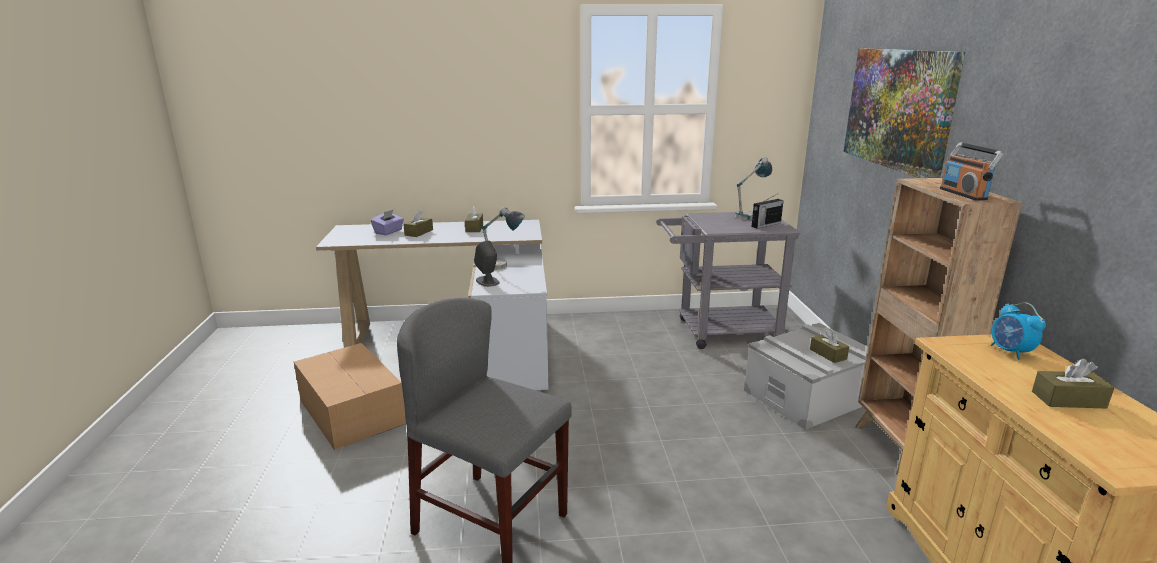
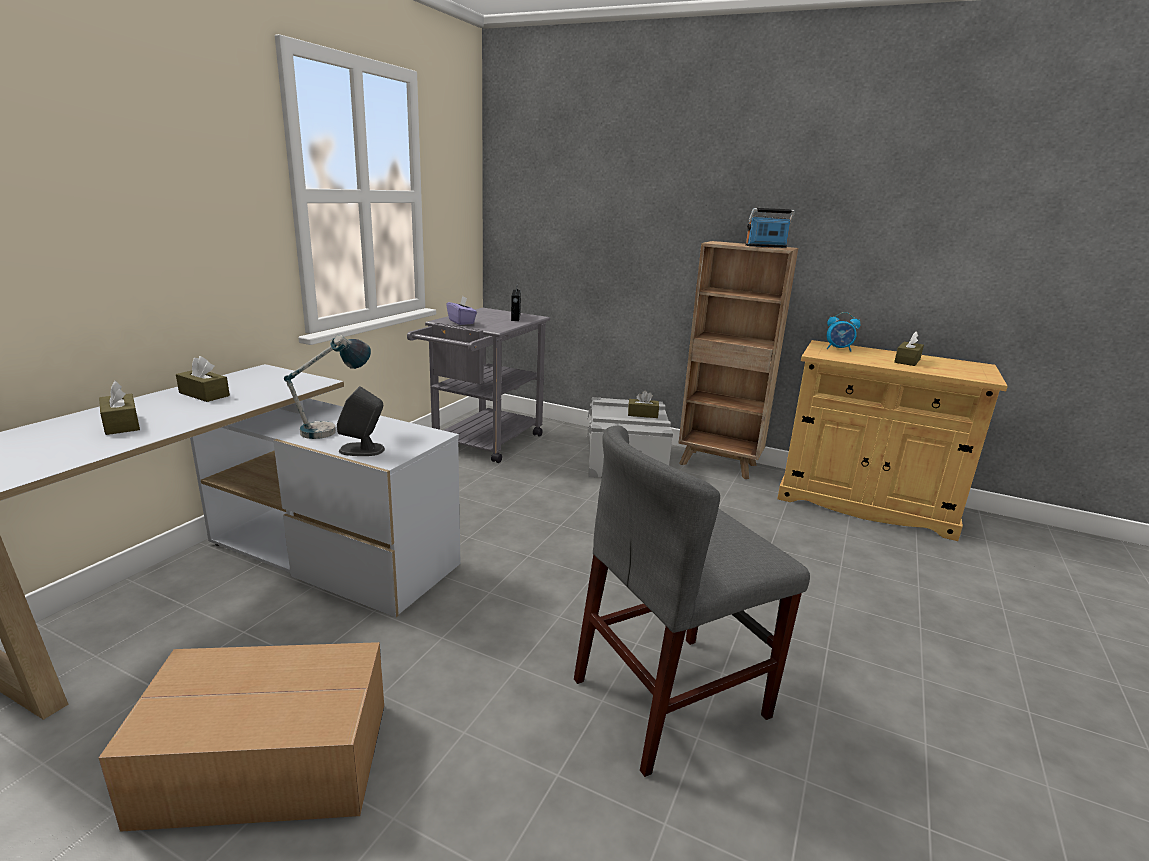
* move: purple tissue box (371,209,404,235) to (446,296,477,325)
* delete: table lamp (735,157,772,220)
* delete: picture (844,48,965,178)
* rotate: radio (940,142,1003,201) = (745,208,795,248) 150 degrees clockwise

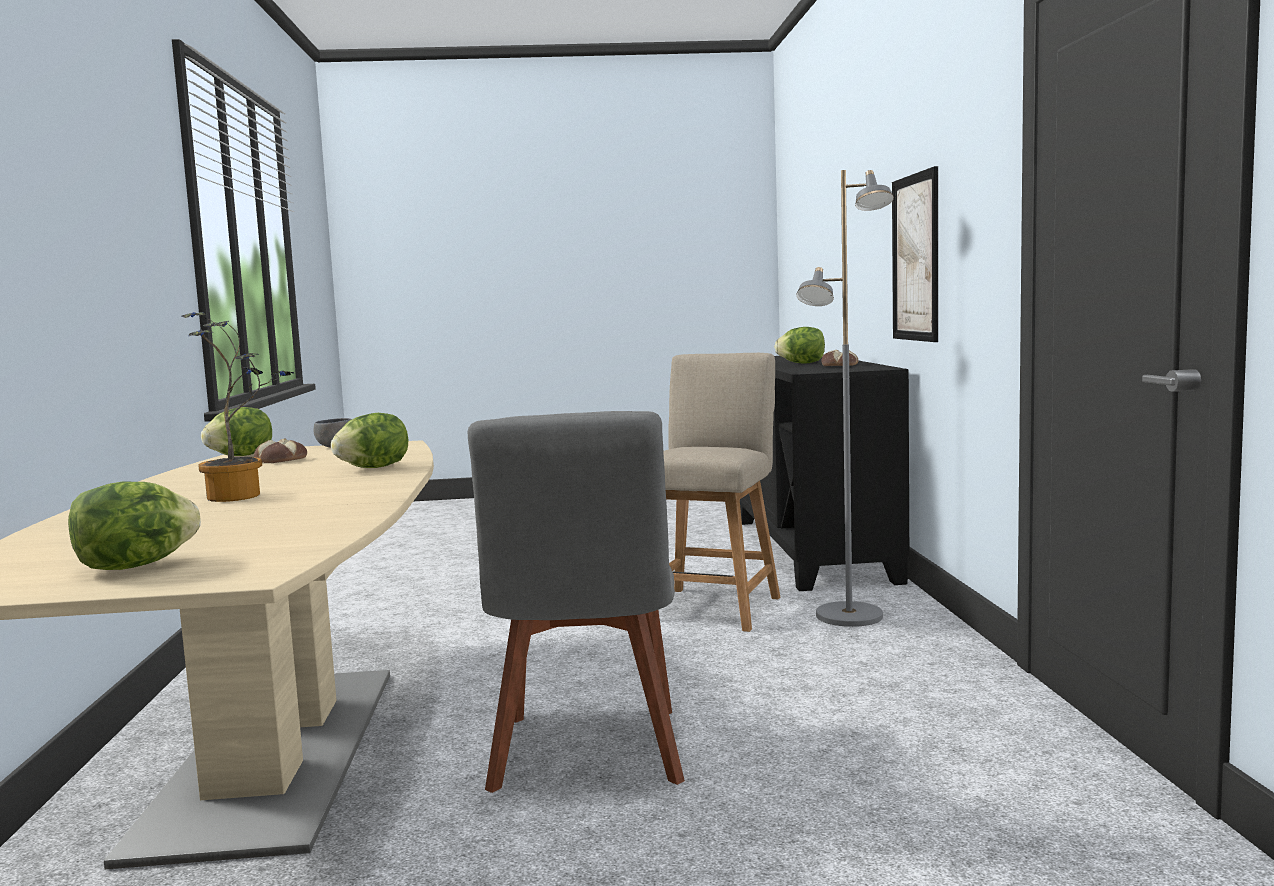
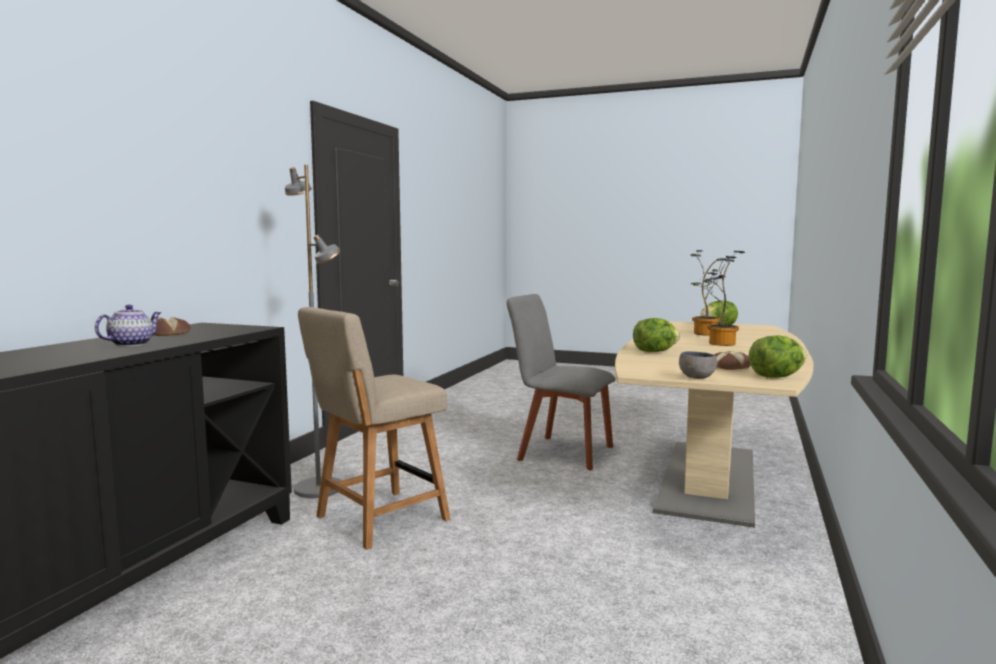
* rotate: grey chair (467,411,685,793) = (506,294,616,470) 90 degrees counterclockwise
* replace: lettuce (774,327,825,364) to teapot (95,305,161,347)
* delete: picture (892,166,938,342)
* insert: potted plant (690,250,727,336)

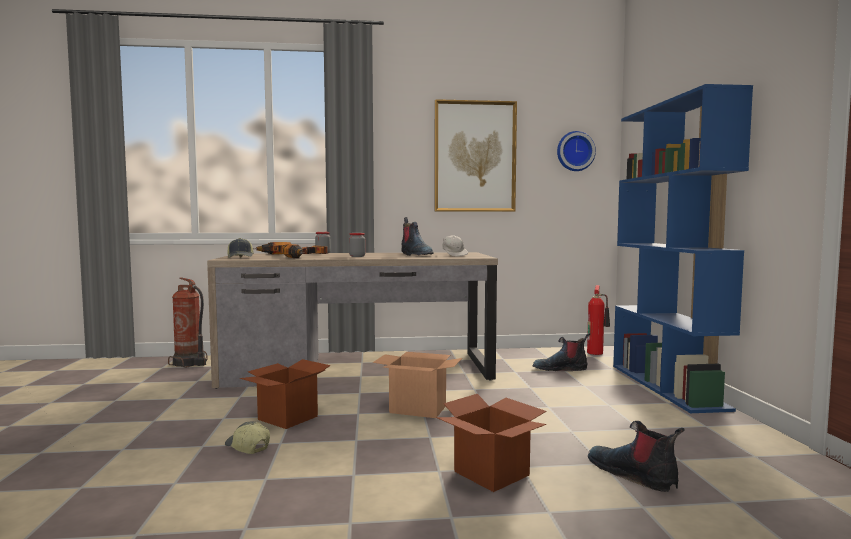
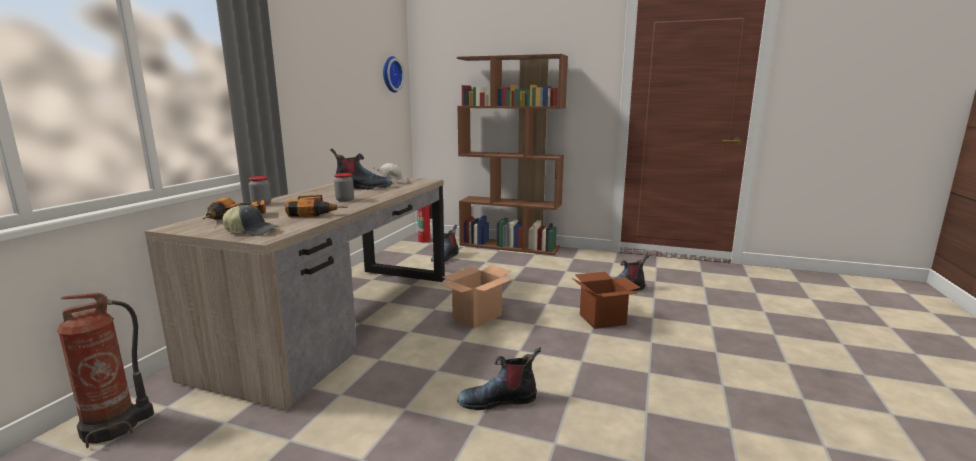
* replace: cap (225,422,270,454) to boot (457,348,541,410)
* delete: cardboard box (240,359,331,429)
* delete: picture (434,99,517,212)
* recolor: blue bookcase (613,84,753,413) to brown bookcase (457,54,568,255)

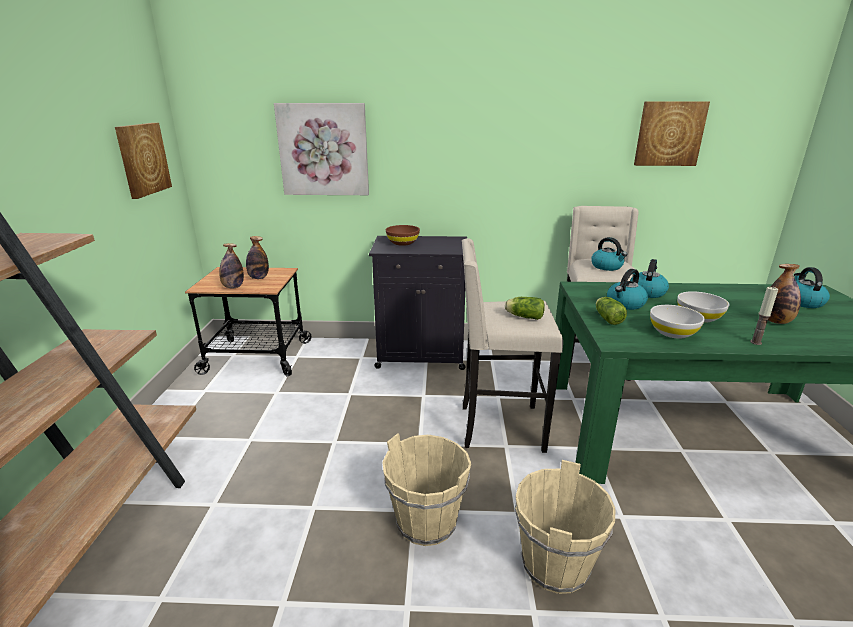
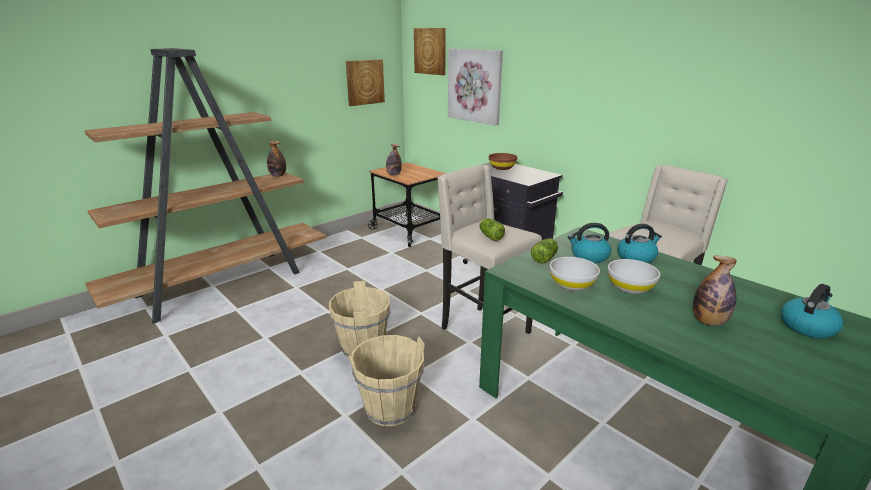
* move: bottle (246,236,269,279) to (267,140,286,177)
* delete: kettle (591,237,627,271)
* move: picture (634,101,710,166) to (414,28,446,75)
* delete: candle (750,287,779,345)

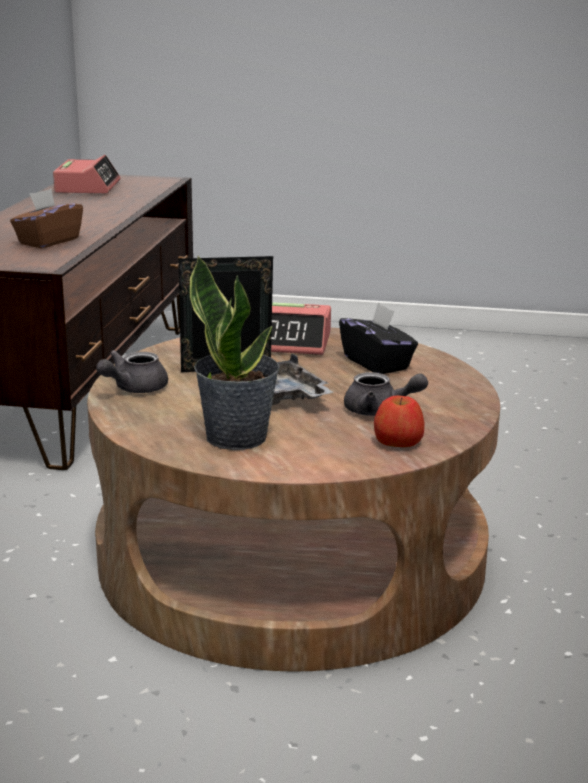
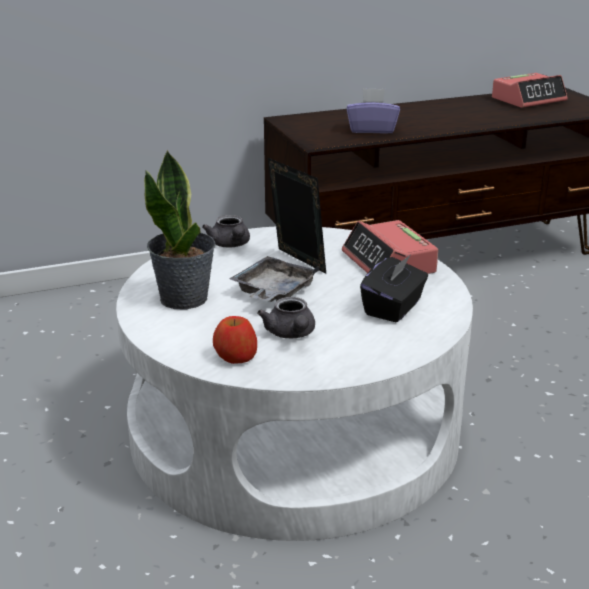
* recolor: brown tissue box (10,189,83,248) to purple tissue box (347,88,400,134)
* recolor: brown coffee table (87,328,500,672) to white coffee table (116,227,473,541)
* rotate: grey teapot (96,350,168,393) = (202,215,250,248) 120 degrees counterclockwise

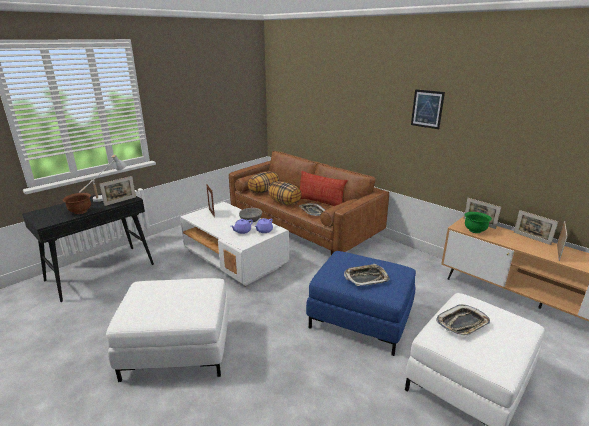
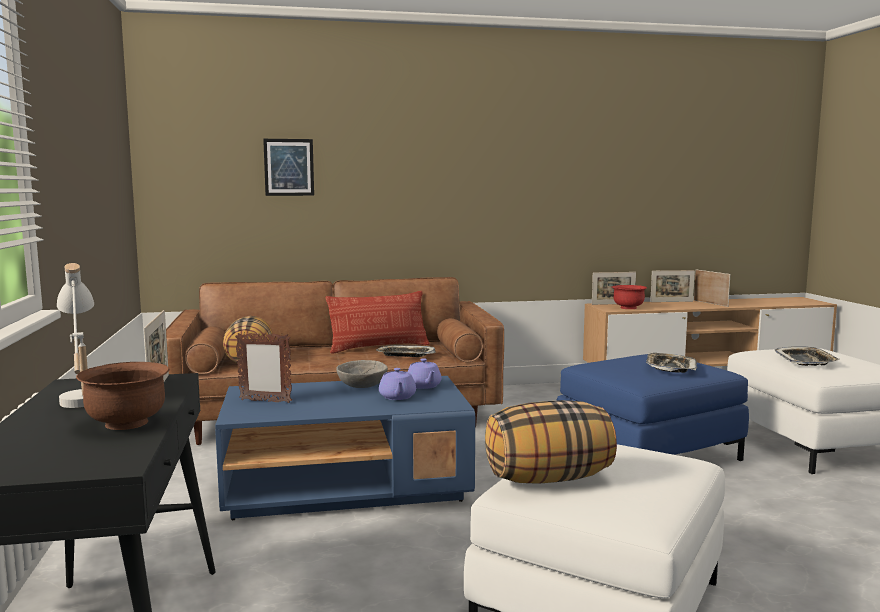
* recolor: white coffee table (180,202,289,287) to blue coffee table (215,376,475,520)
* move: pillow (268,181,302,205) to (485,400,617,484)
* move: picture (411,89,445,129) to (263,139,314,196)
* recolor: green bowl (465,212,492,233) to red bowl (612,285,647,309)

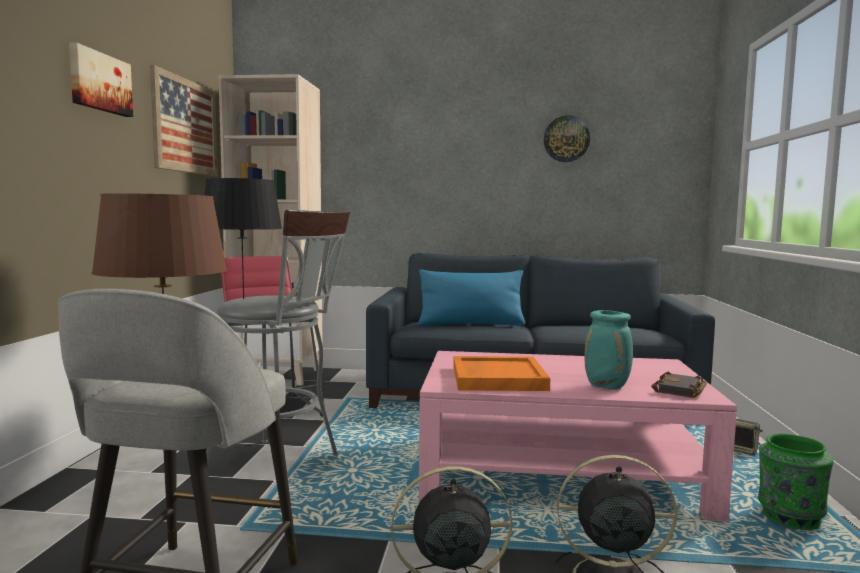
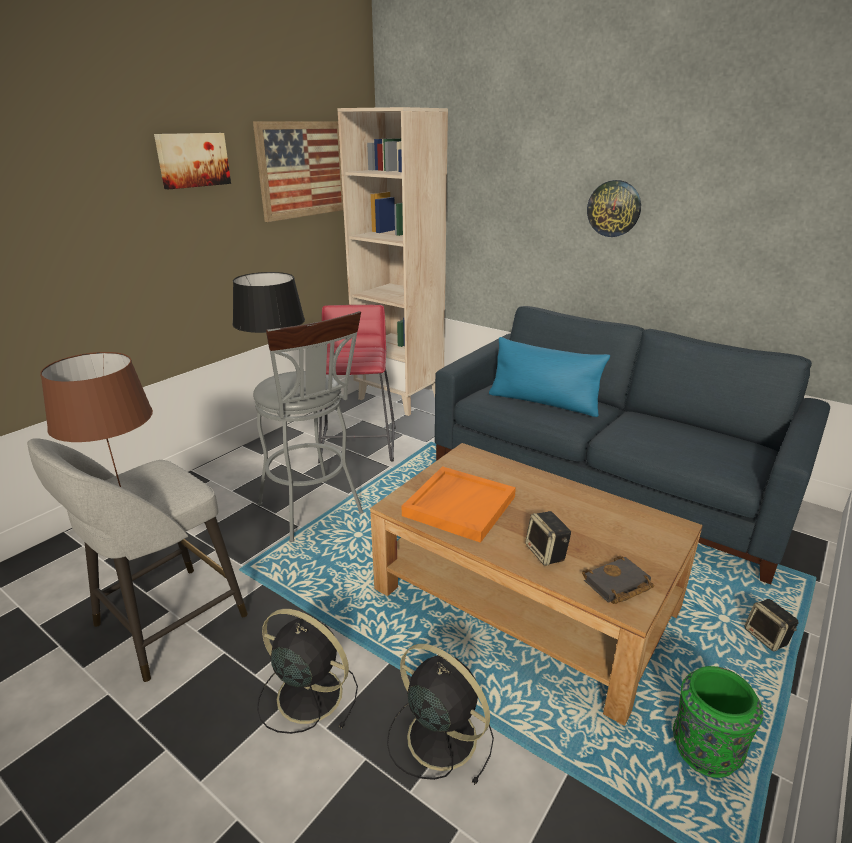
* recolor: pink coffee table (419,351,737,522) to brown coffee table (370,443,703,726)
* move: wall clock (544,116,590,162) to (587,180,641,237)
* replace: turquoise vase (585,310,633,390) to speaker (525,511,571,566)

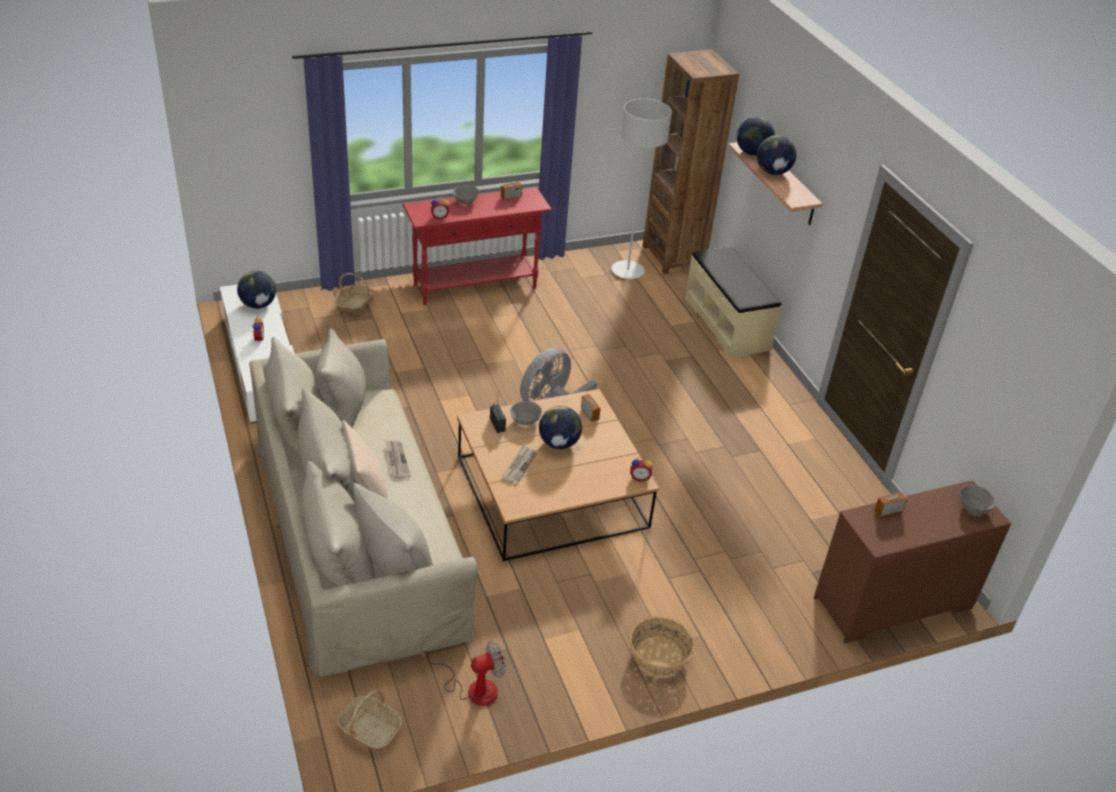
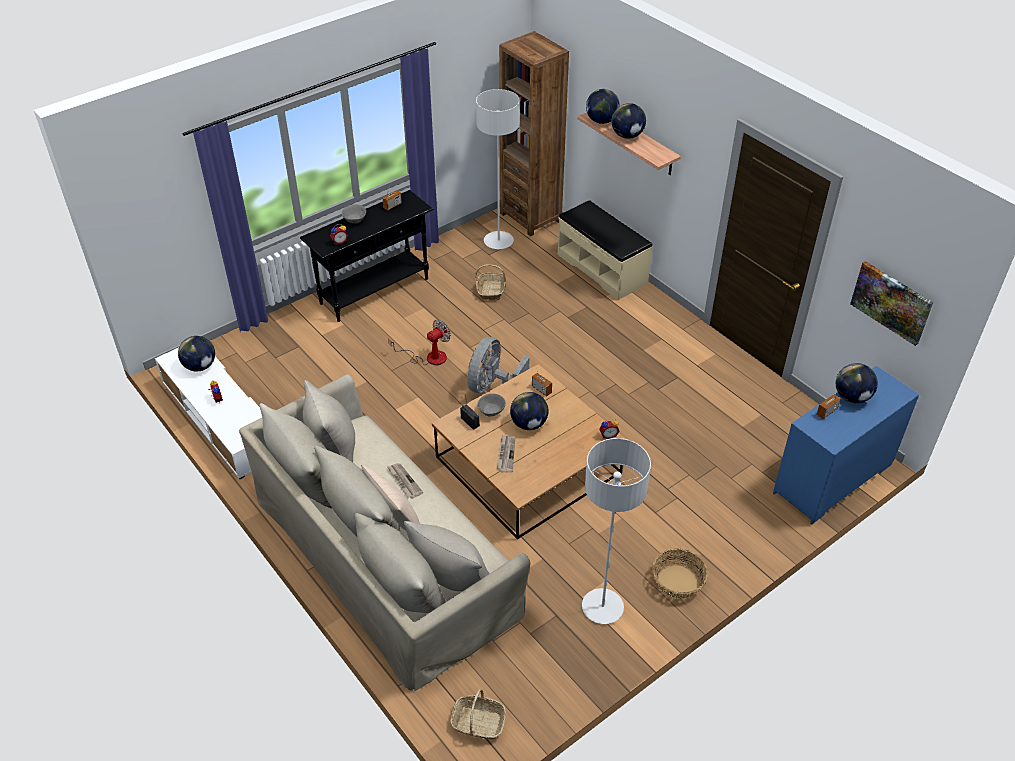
* move: basket (335,273,375,316) to (475,264,506,300)
* recolor: red console table (403,187,552,305) to black console table (300,190,433,322)
* move: fan (421,641,506,706) to (388,320,451,365)
* recolor: brown dresser (814,480,1011,644) to blue dresser (773,366,919,525)
* delete: grey bowl (959,485,996,515)
* insert: grey floor lamp (582,438,651,624)
* insert: globe (836,363,878,403)
* insert: picture (850,261,933,346)

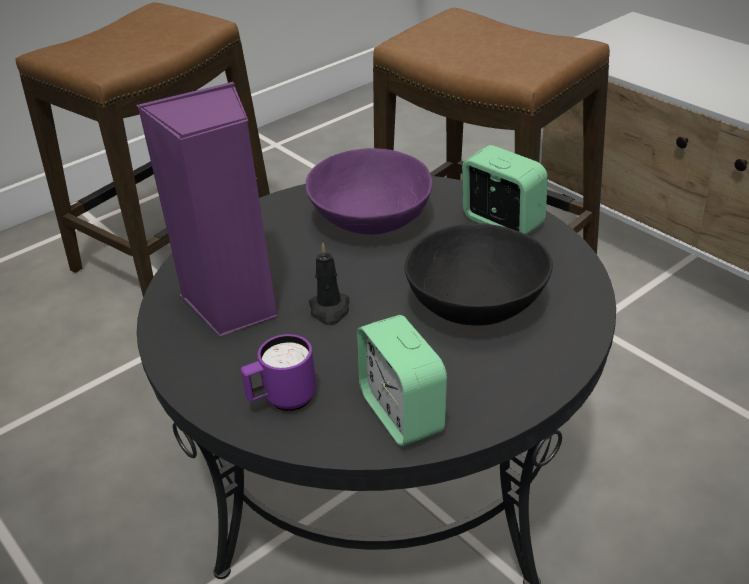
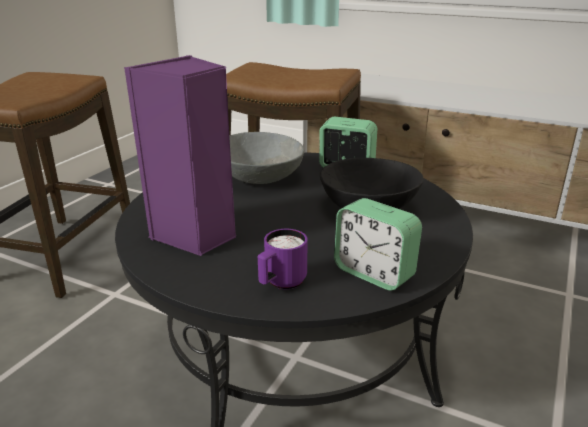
* recolor: purple bowl (305,148,432,235) to grey bowl (229,132,304,184)
* delete: black candle (309,242,349,325)

